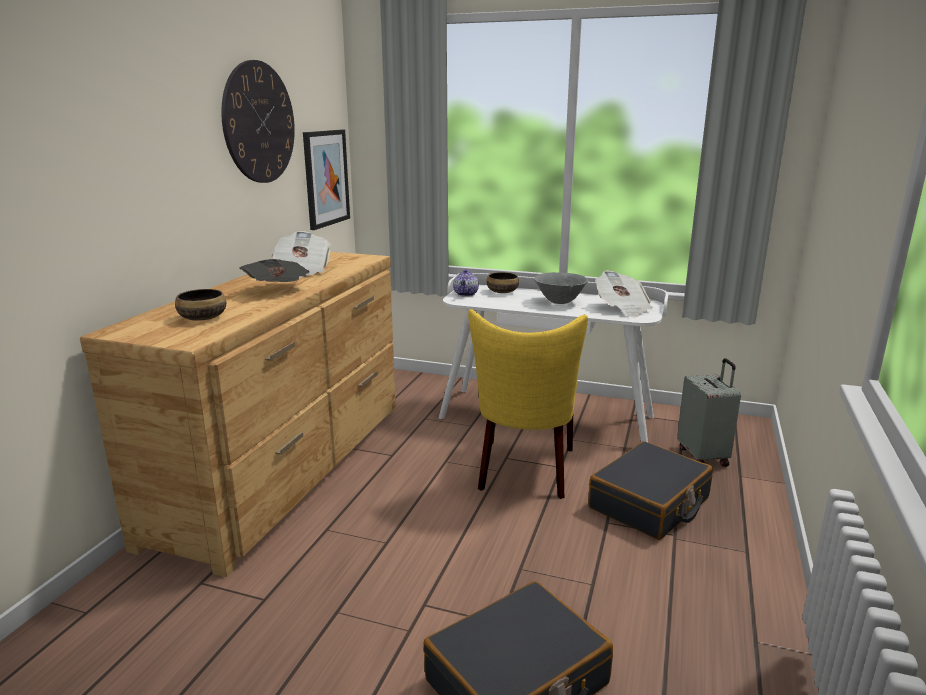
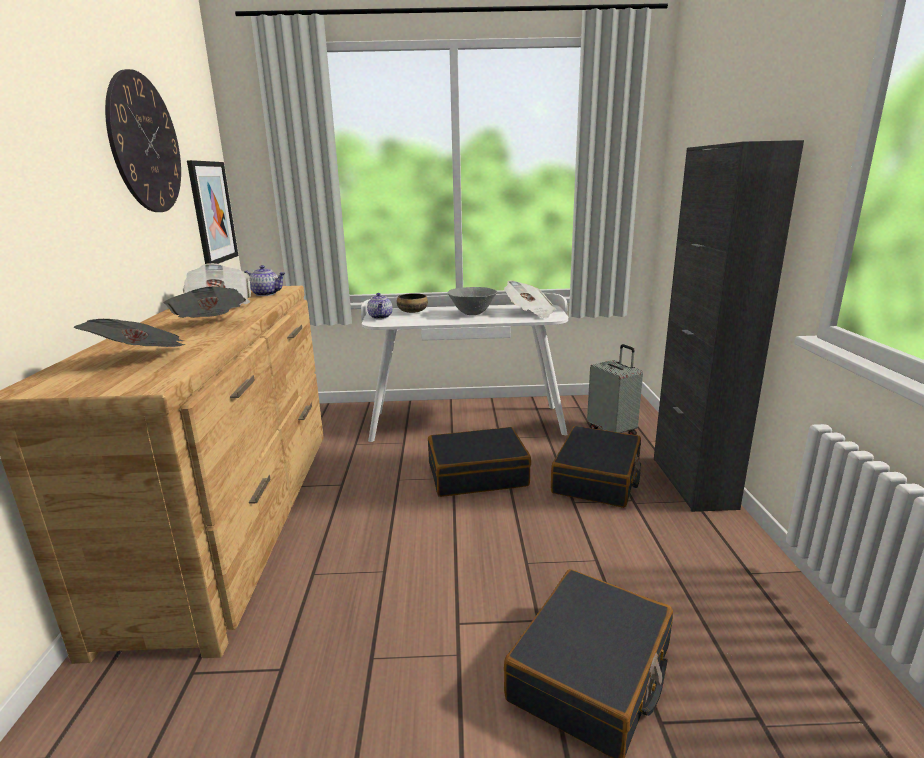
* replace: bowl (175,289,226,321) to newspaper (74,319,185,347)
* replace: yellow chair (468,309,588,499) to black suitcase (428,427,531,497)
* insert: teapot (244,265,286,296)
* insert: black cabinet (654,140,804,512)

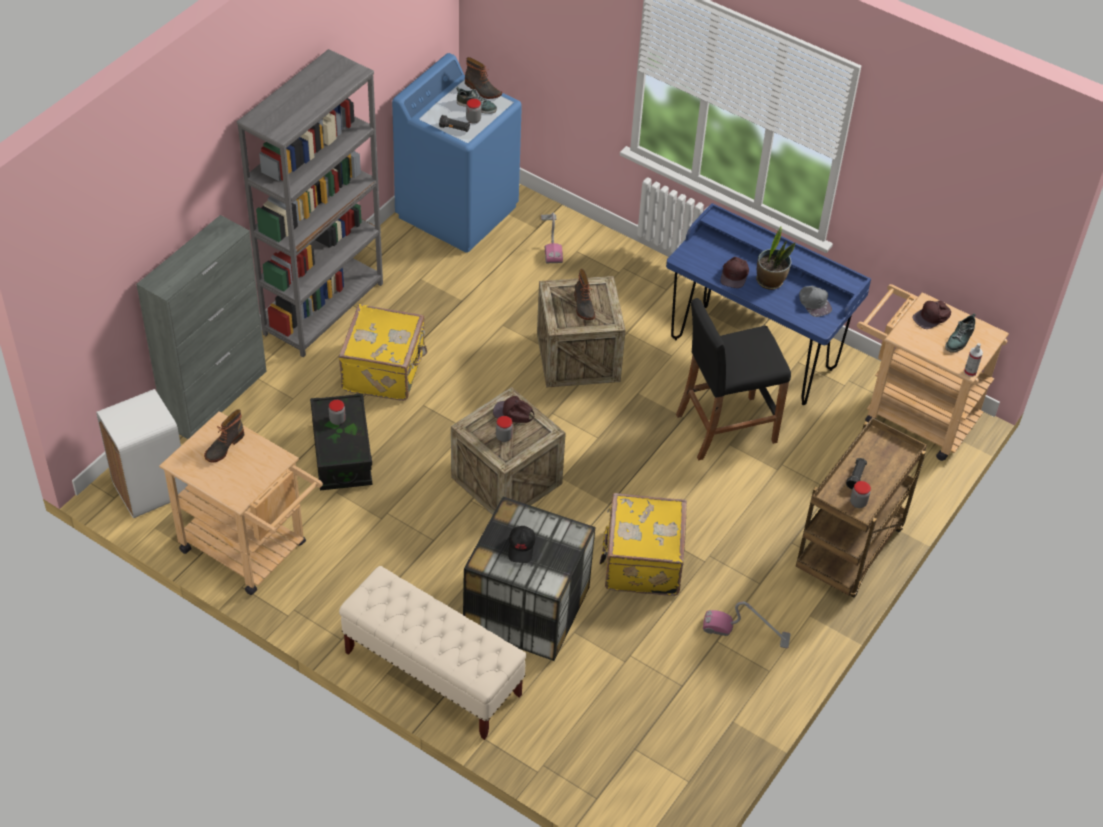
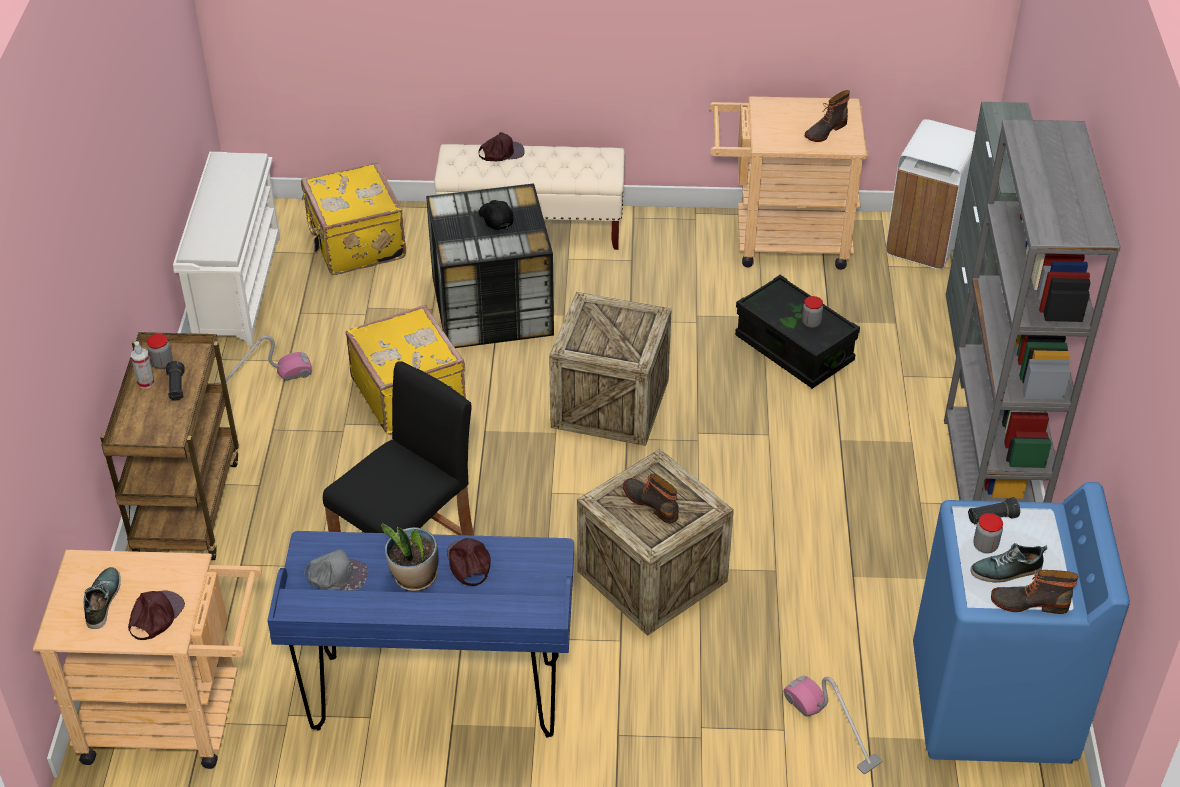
* rotate: boot (204,409,244,463) = (805,90,850,142) 135 degrees counterclockwise
* move: yellow suitcase (339,304,427,401) to (301,162,406,275)
* move: brown cap (493,396,535,423) to (478,132,525,161)
* delete: jar (496,416,513,442)
* rotate: grey cap (799,286,832,317) = (304,549,368,591) 150 degrees clockwise
* move: spray bottle (964,343,983,377) to (131,341,155,389)
* insert: white shoe rack (173,152,280,346)

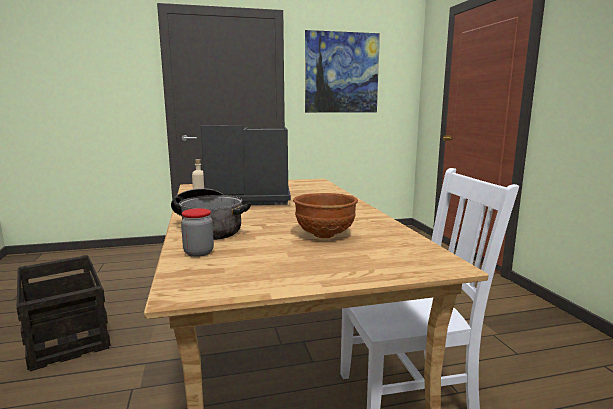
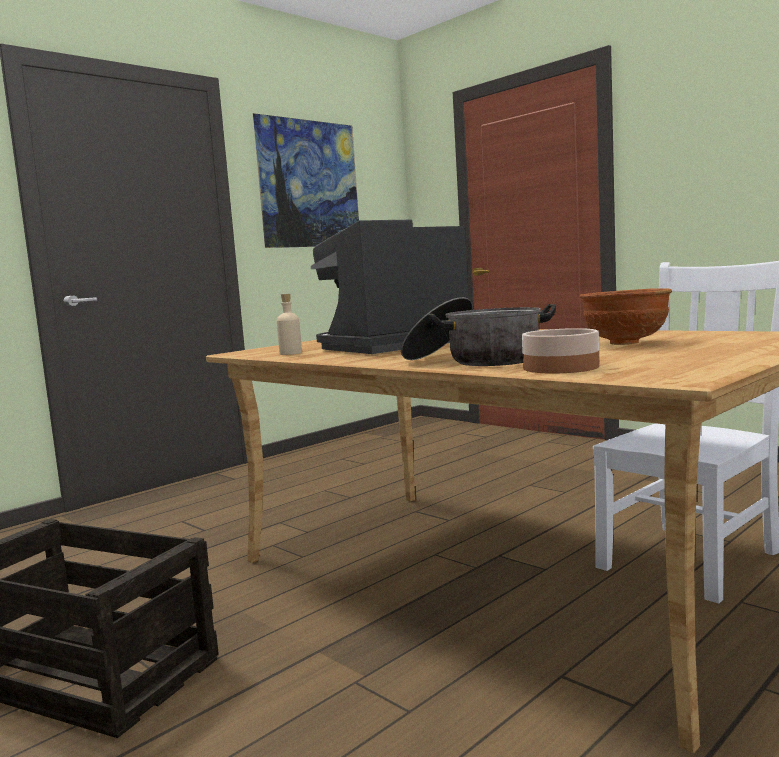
* replace: jar (181,208,214,257) to bowl (522,328,599,374)

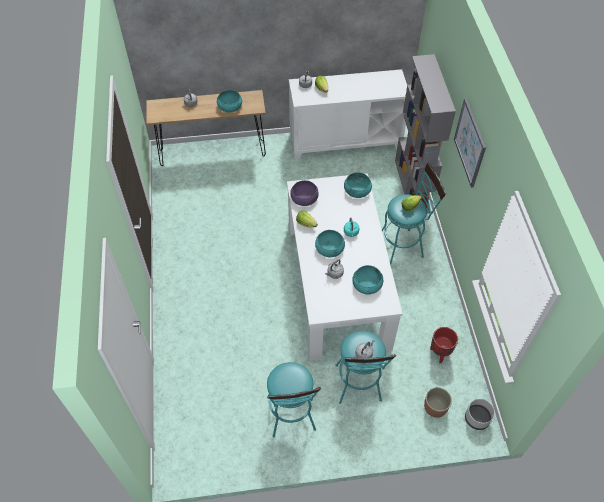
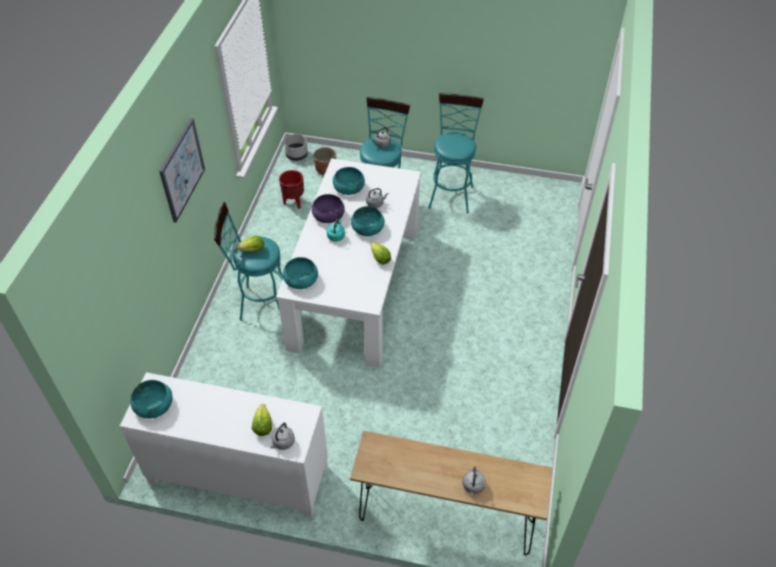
* move: turquoise bowl (217,90,242,112) to (130,380,172,419)
* move: purple bowl (290,180,319,206) to (312,194,345,223)
* delete: grey bookcase (395,54,456,213)

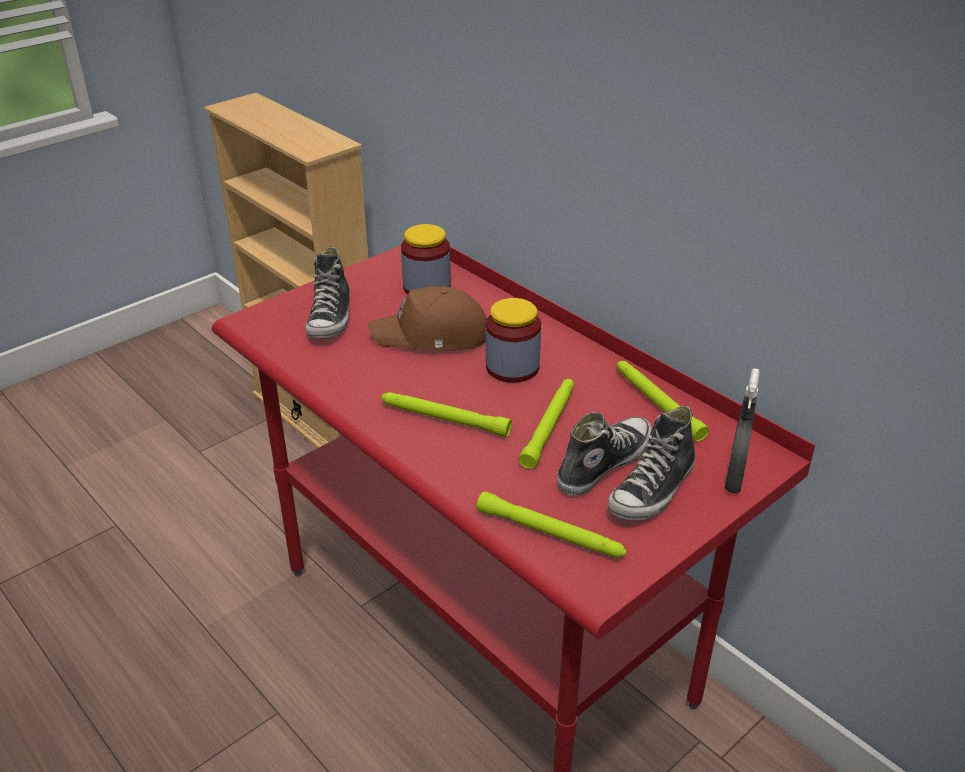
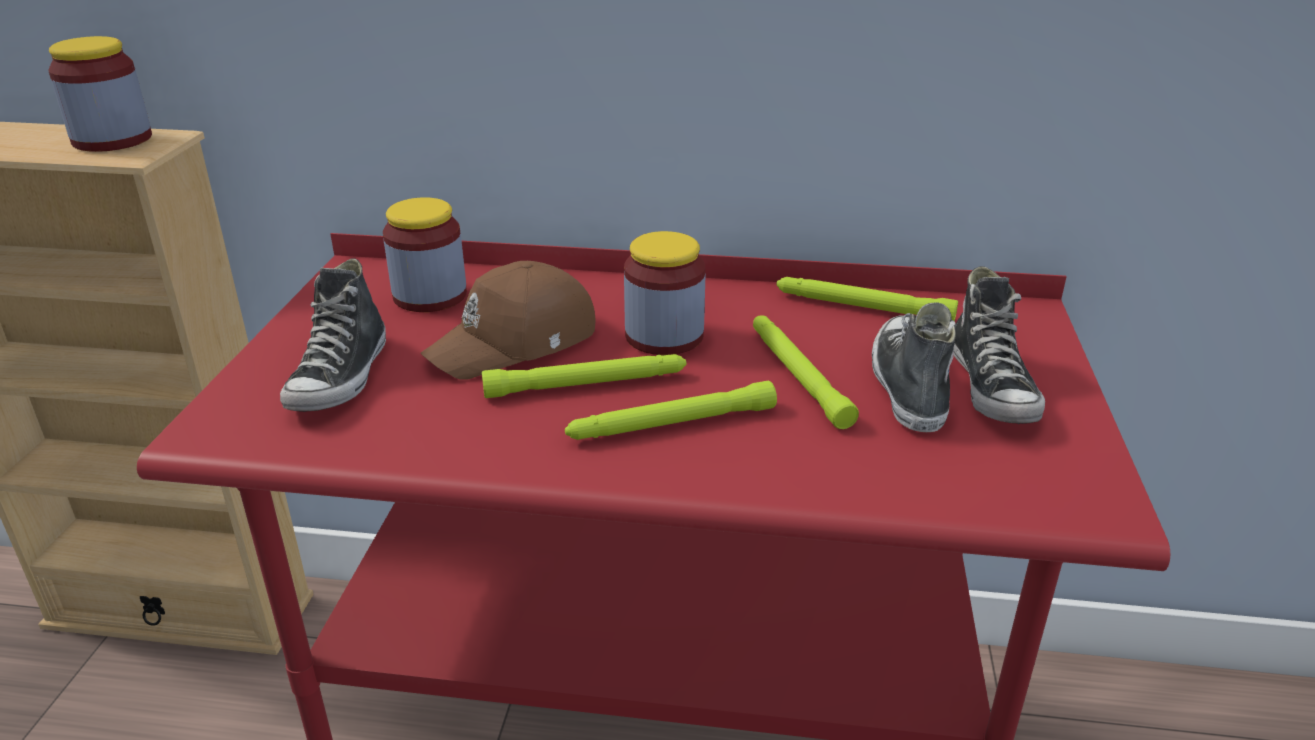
* rotate: shoe (305,246,350,339) = (280,258,386,412) 45 degrees clockwise
* move: green flashlight (477,491,627,558) to (482,354,687,398)
* delete: grey spray bottle (725,369,760,493)
* insert: jar (48,36,152,152)

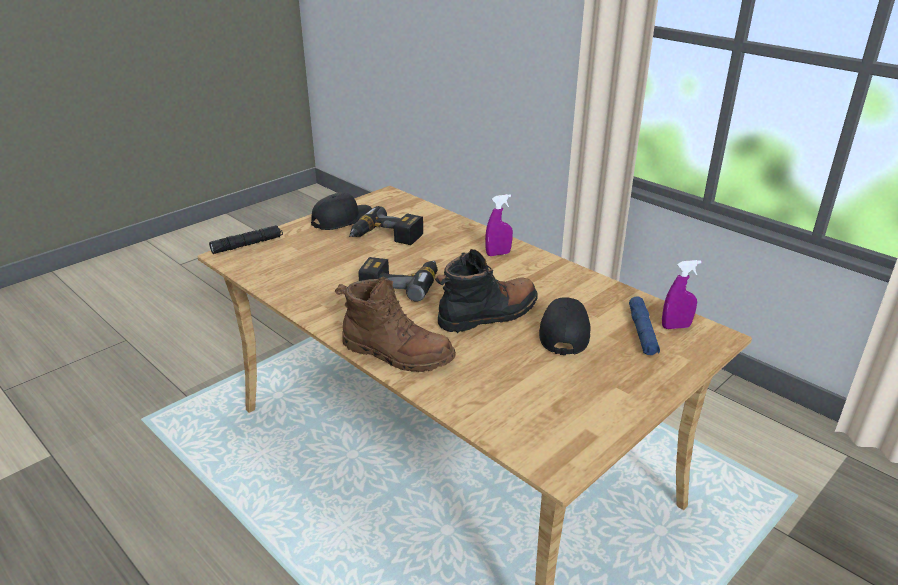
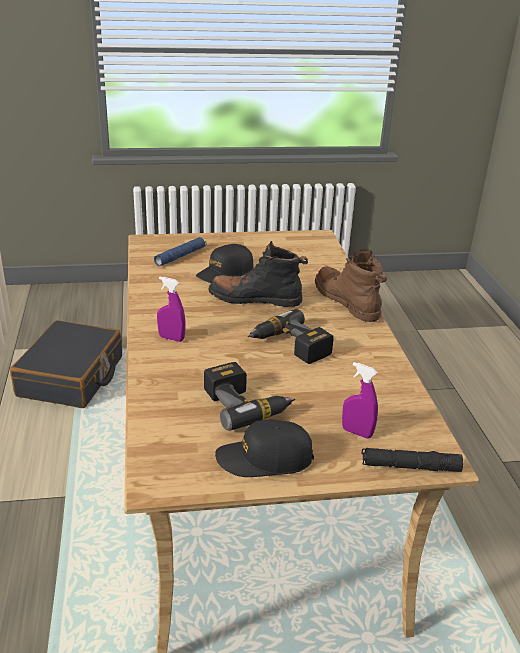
* move: purple spray bottle (662,260,702,329) to (342,362,378,439)
* insert: black suitcase (10,320,122,408)

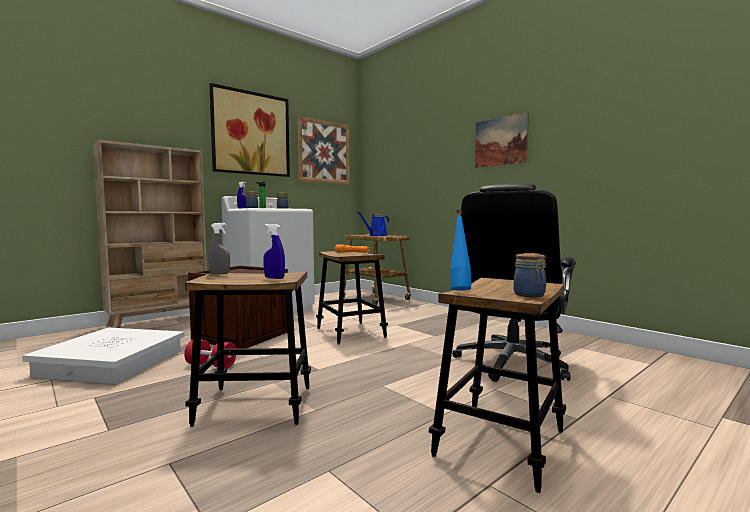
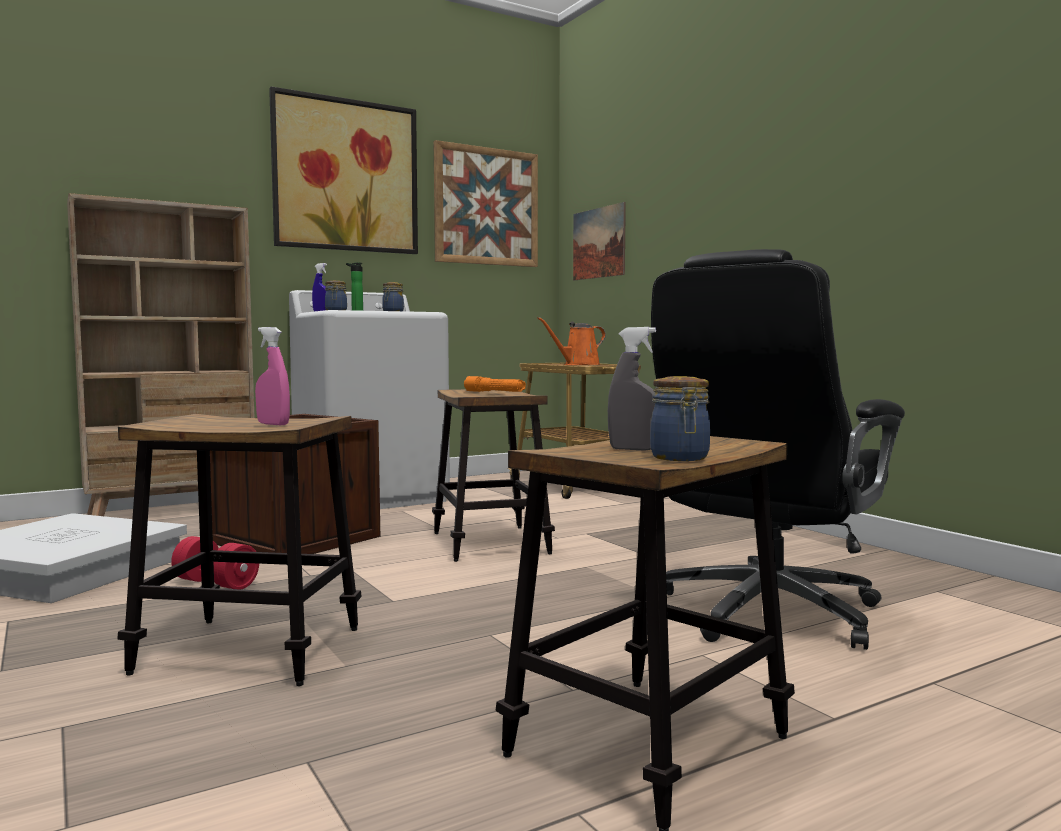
* move: grey spray bottle (208,223,230,274) to (608,327,656,451)
* recolor: blue spray bottle (263,224,285,279) to pink spray bottle (255,327,290,425)
* recolor: blue watering can (357,211,389,236) to orange watering can (537,317,606,365)
* delete: blue bottle (450,210,471,291)
* move: picture (475,112,529,168) to (573,202,626,280)

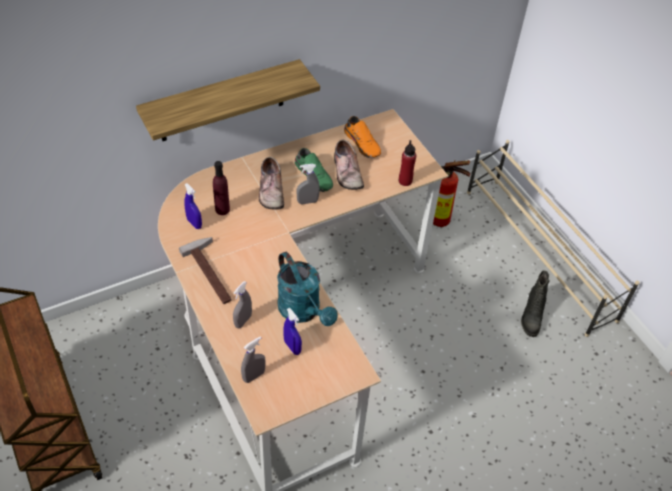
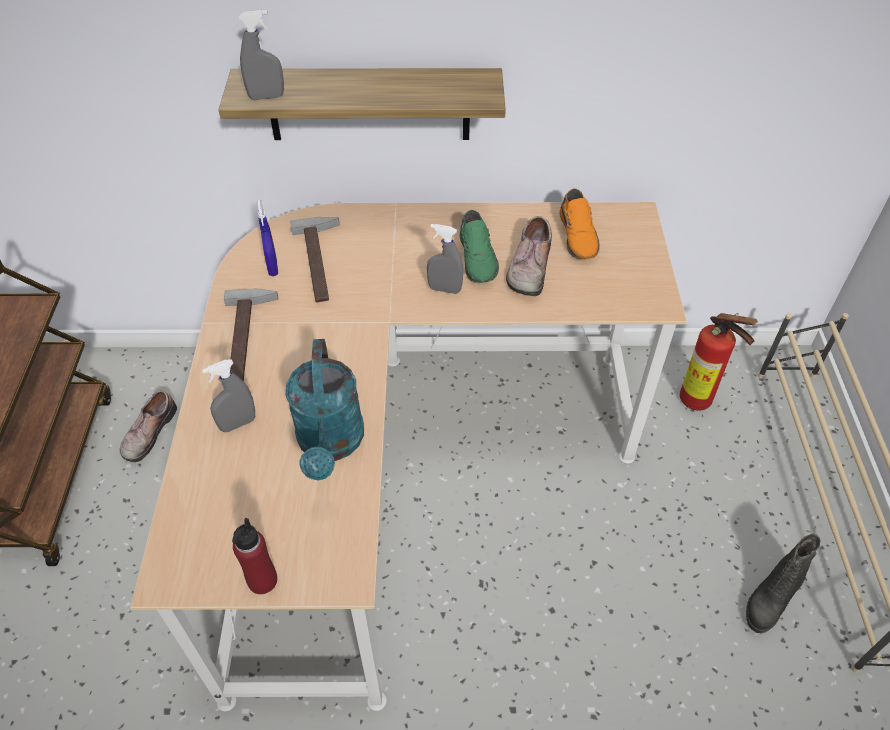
* replace: purple bottle (213,161,230,215) to hammer (290,217,340,302)
* move: grey spray bottle (241,337,266,383) to (239,10,284,100)
* move: shoe (259,157,284,210) to (120,391,177,462)
* delete: blue spray bottle (283,308,302,355)
* move: red bottle (399,140,416,186) to (232,518,277,594)

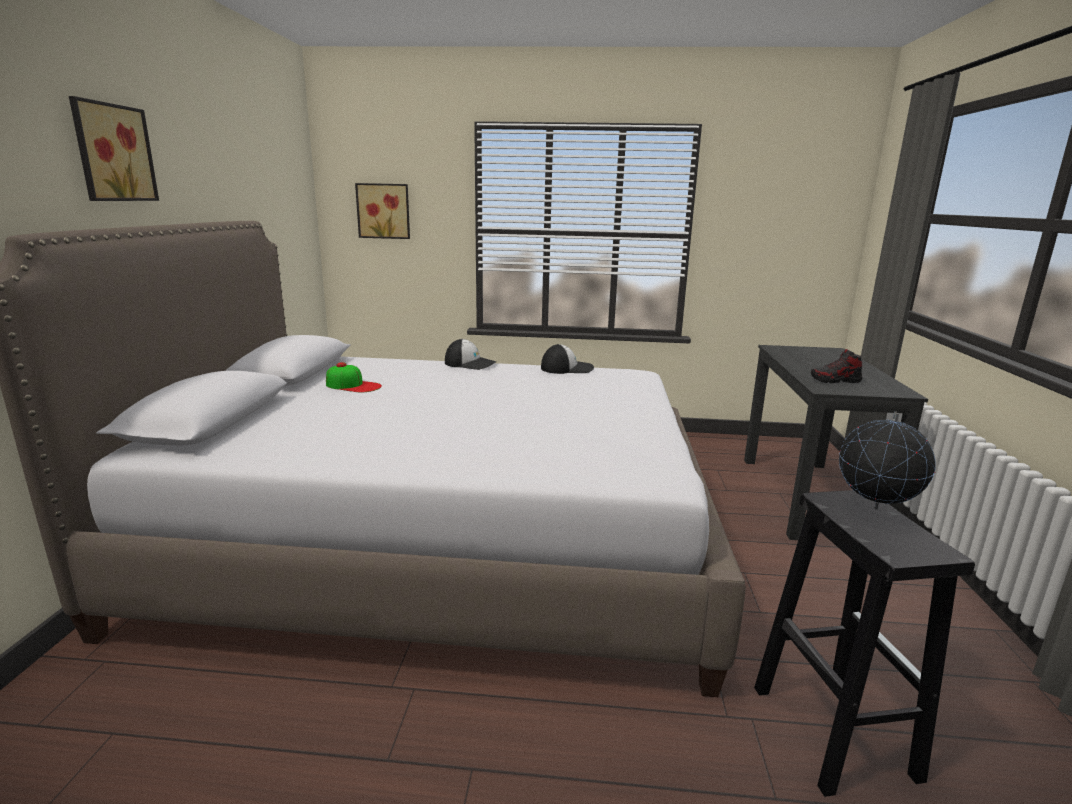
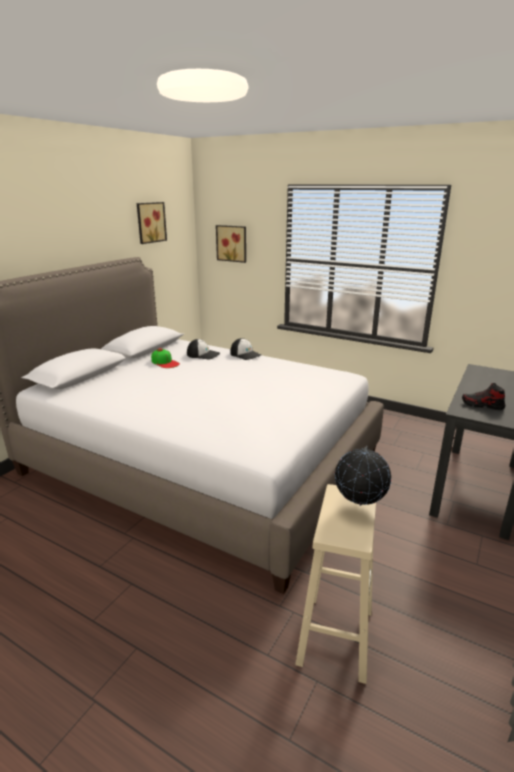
* move: picture (69,96,159,201) to (137,202,167,244)
* move: cap (541,344,594,374) to (187,339,220,359)
* recolor: black stool (754,490,975,797) to beige stool (295,484,376,684)

